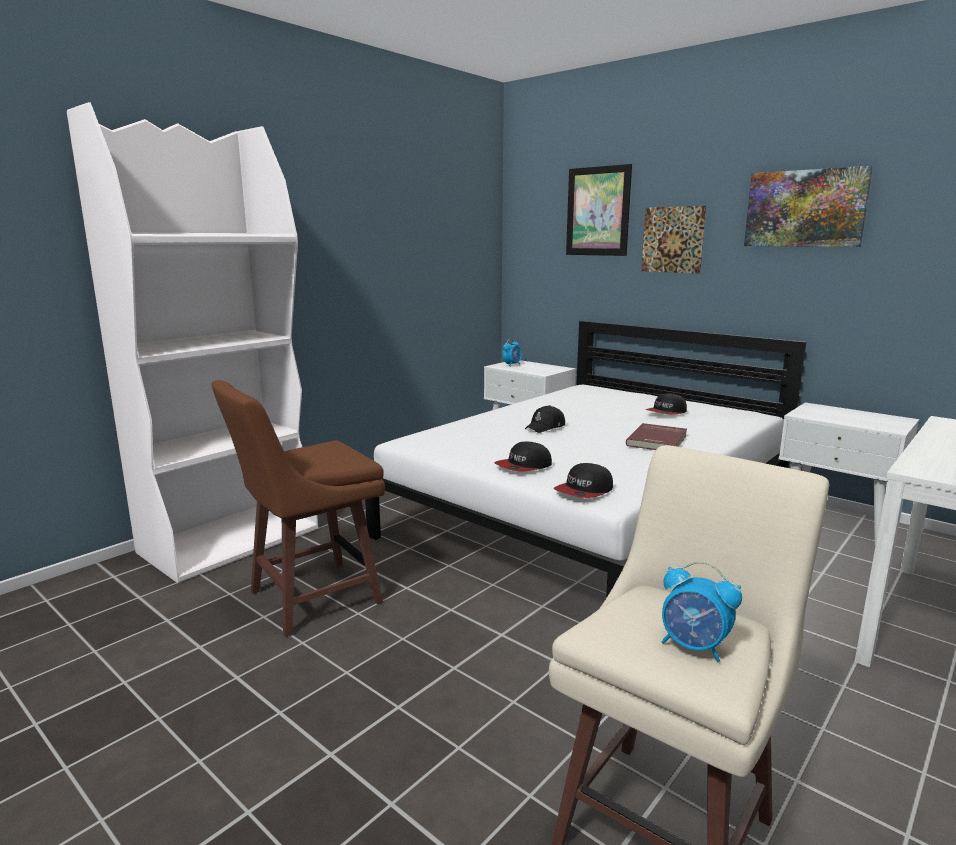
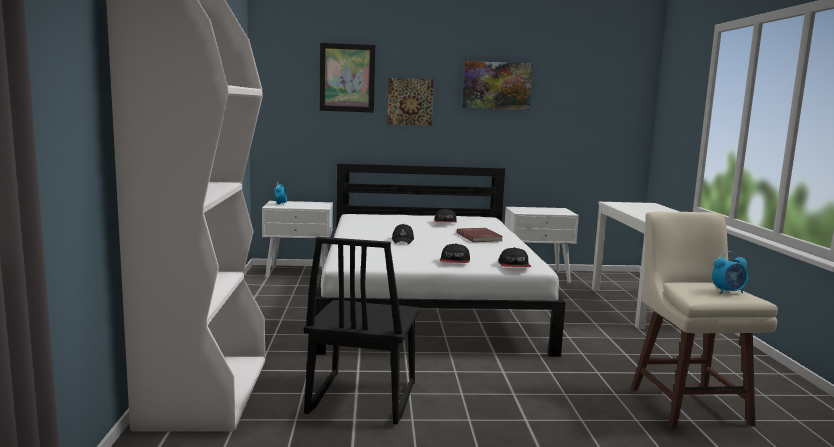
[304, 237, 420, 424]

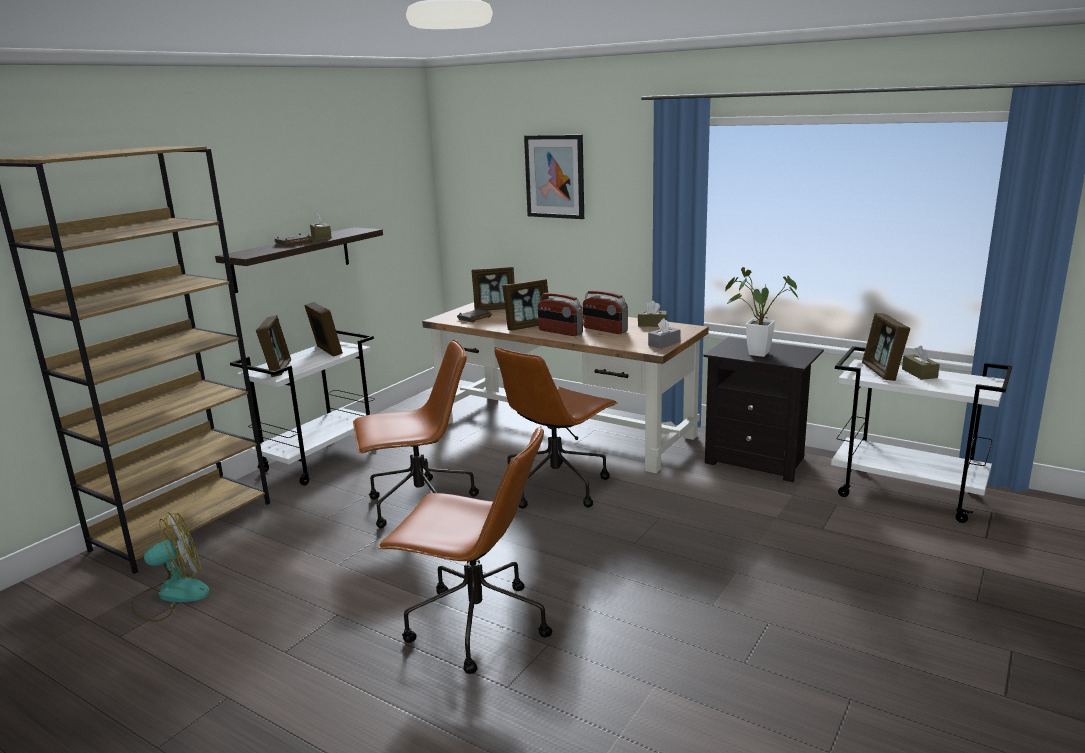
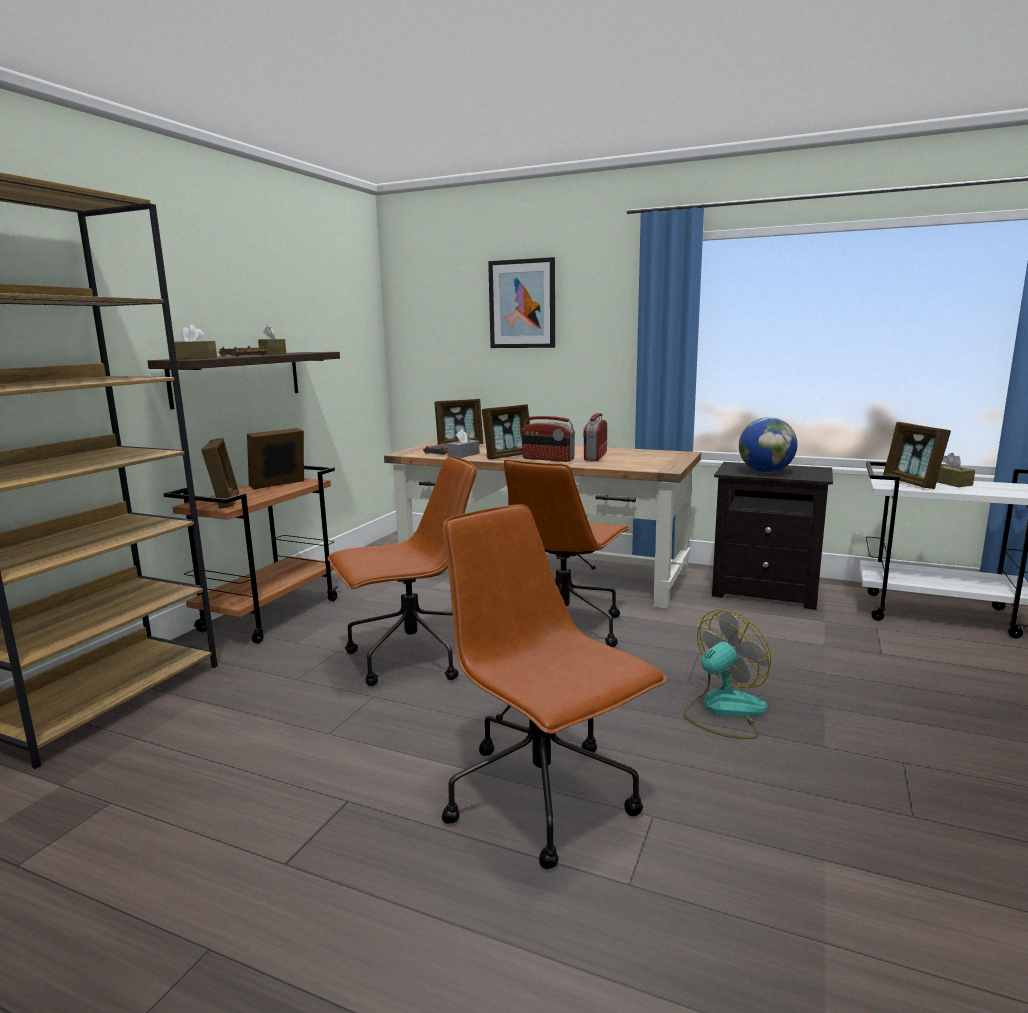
[683, 610, 771, 739]
[163, 465, 338, 643]
[247, 428, 304, 489]
[442, 504, 667, 869]
[583, 413, 607, 461]
[174, 325, 217, 359]
[447, 429, 480, 458]
[739, 417, 798, 473]

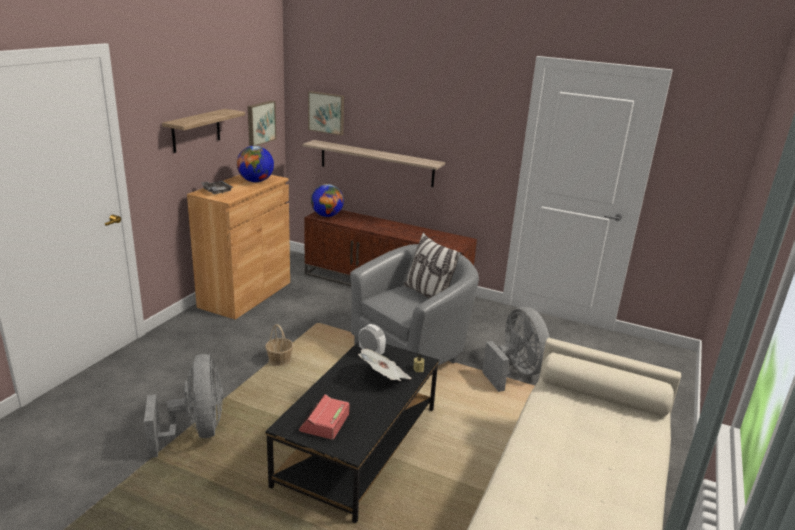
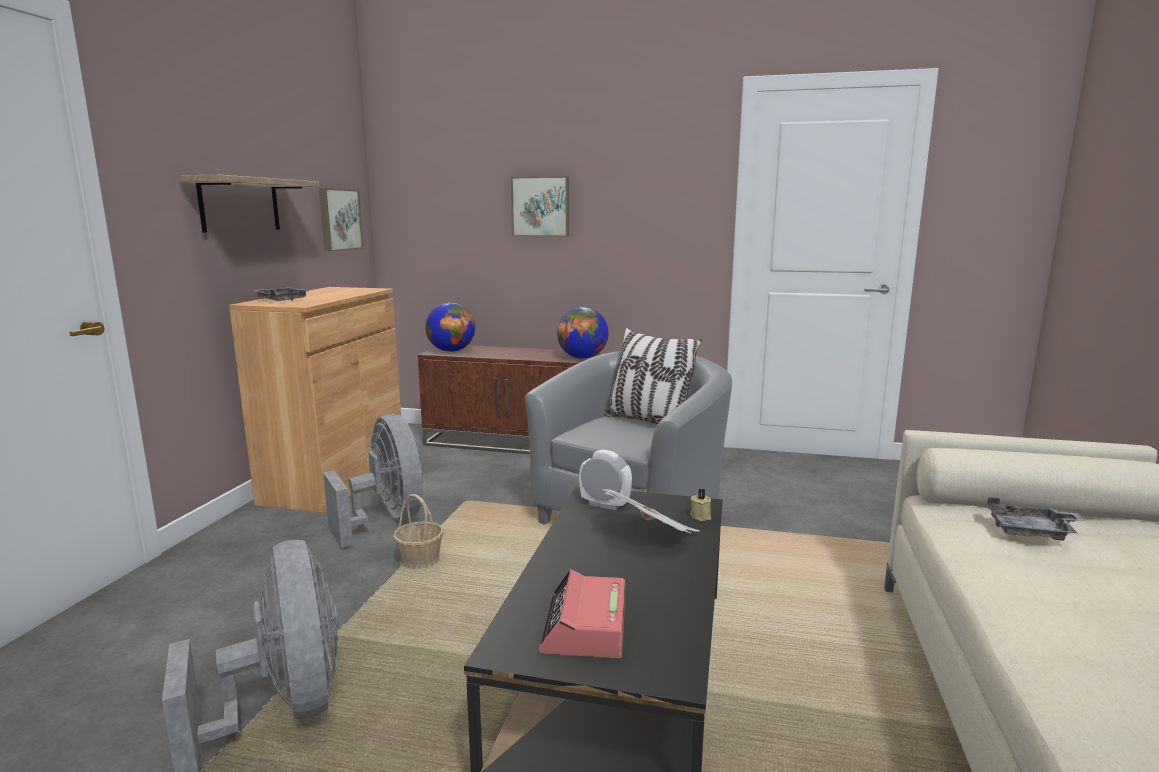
[557, 307, 608, 359]
[303, 140, 445, 187] (first image)
[511, 176, 569, 237]
[323, 414, 424, 548]
[987, 497, 1085, 541]

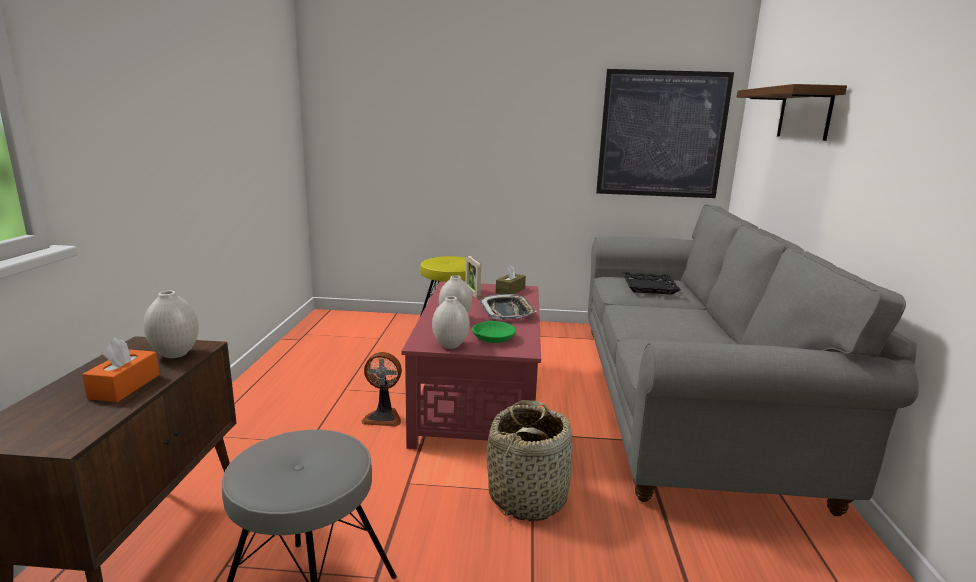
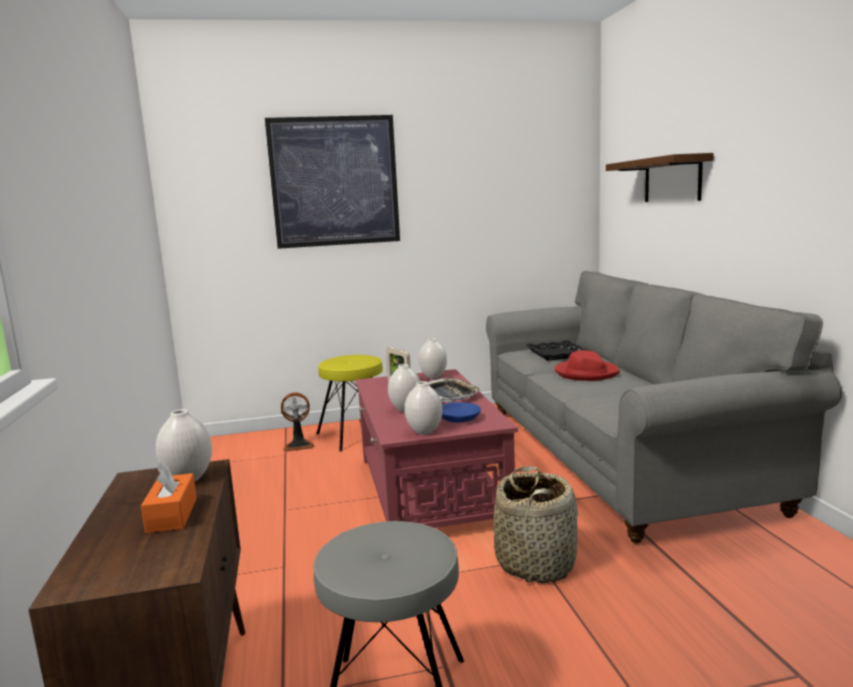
[281, 392, 315, 452]
[441, 402, 481, 423]
[419, 338, 447, 379]
[265, 115, 400, 249]
[554, 350, 620, 381]

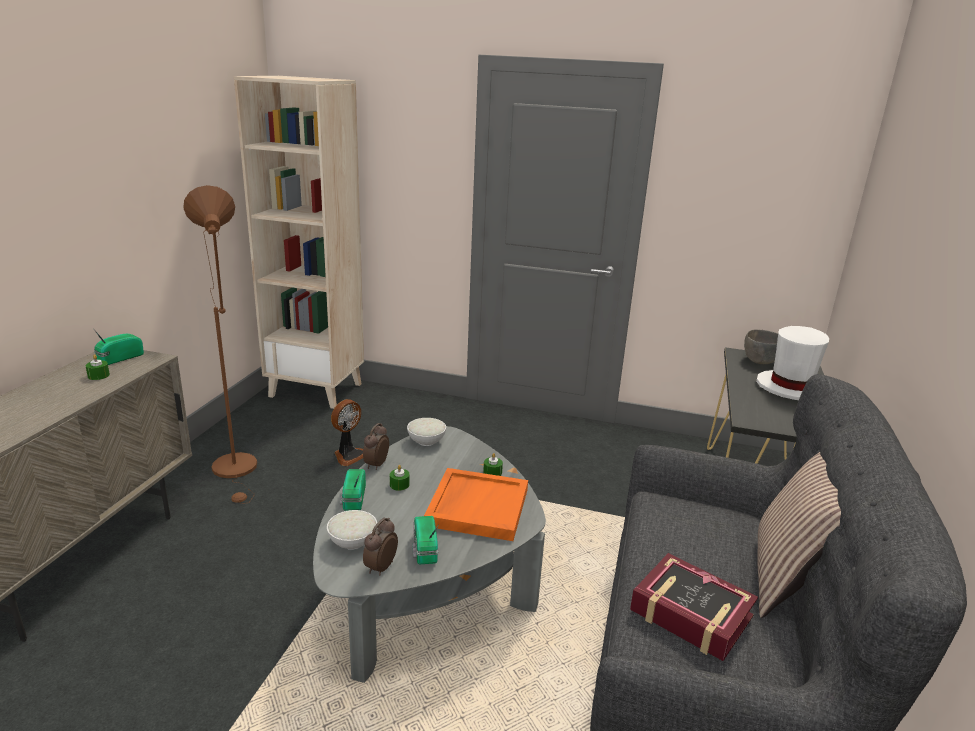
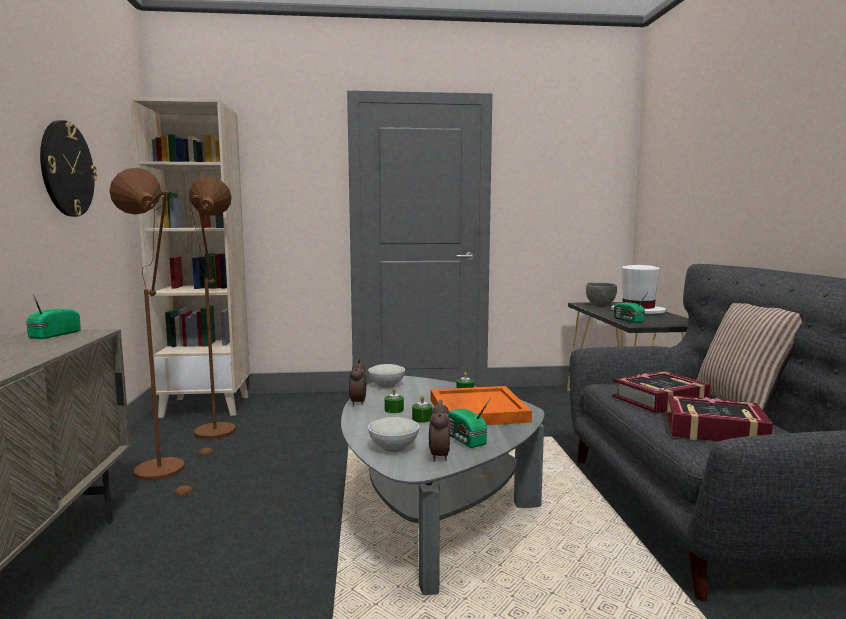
[412, 396, 432, 423]
[331, 399, 363, 466] (first image)
[613, 291, 649, 323]
[40, 120, 97, 217]
[189, 176, 236, 457]
[612, 371, 711, 414]

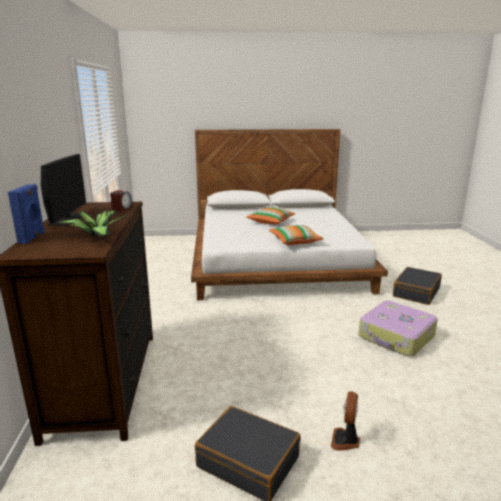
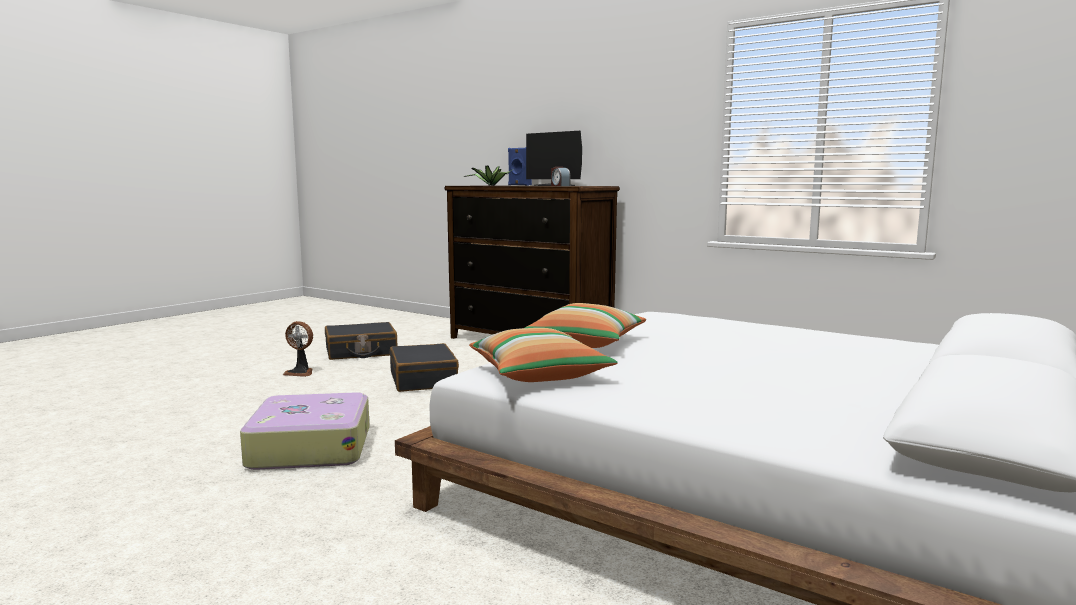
[469, 328, 618, 382]
[283, 321, 313, 377]
[390, 343, 459, 392]

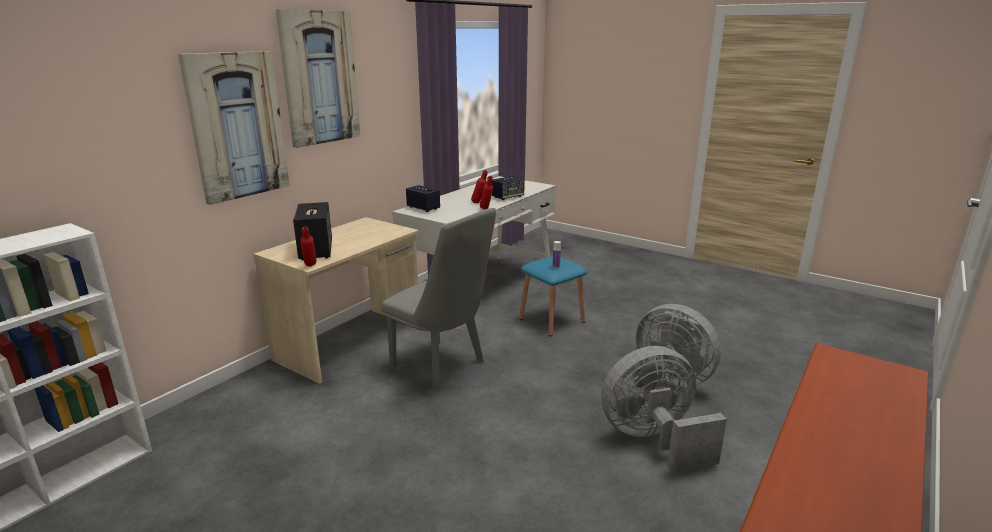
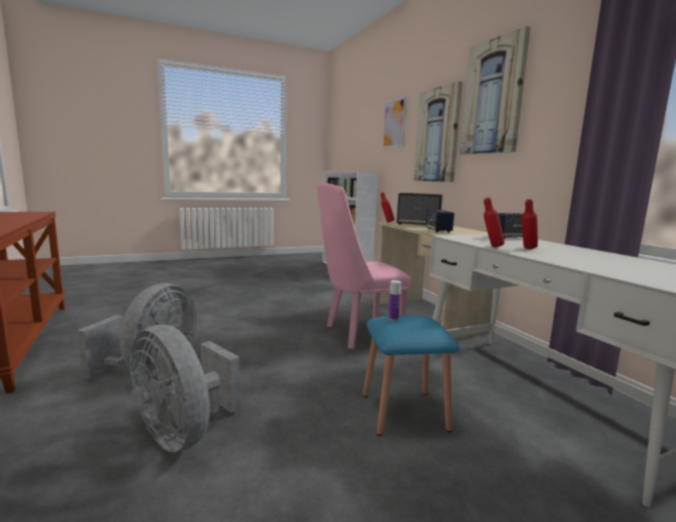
[317, 182, 411, 349]
[426, 210, 454, 232]
[129, 325, 240, 452]
[382, 96, 406, 149]

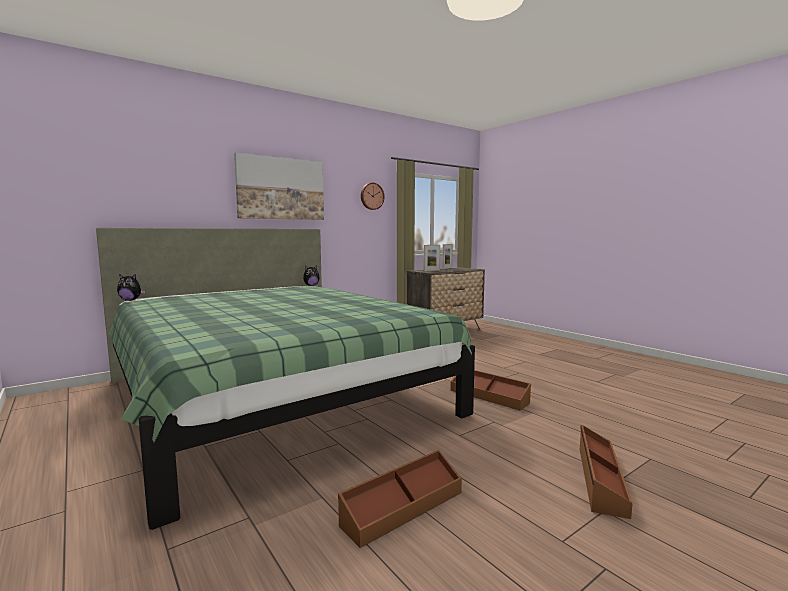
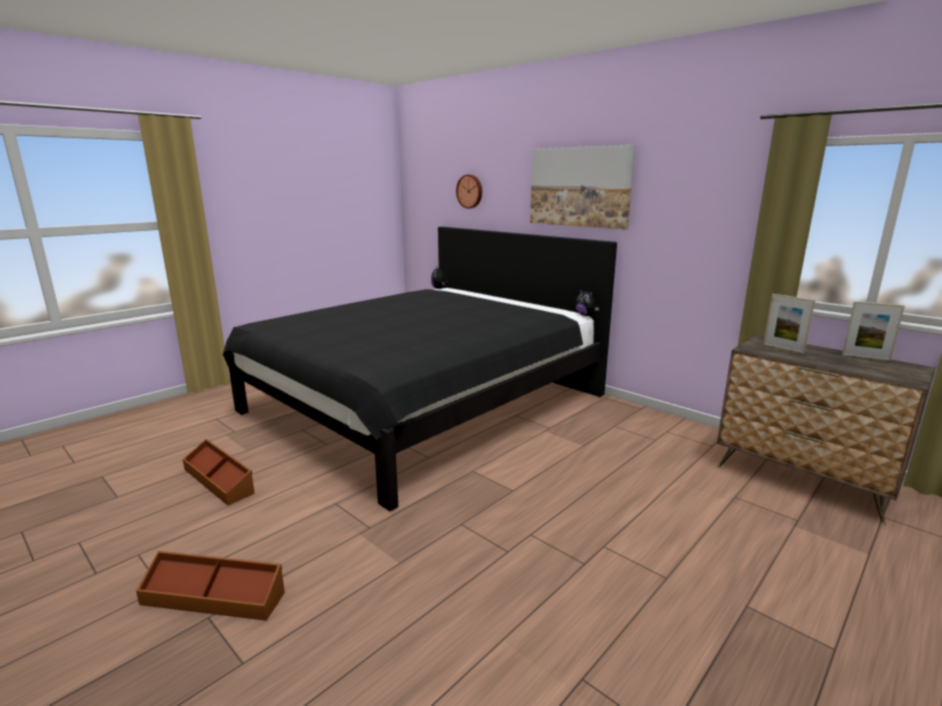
[223, 227, 617, 511]
[456, 174, 482, 209]
[451, 370, 531, 410] (first image)

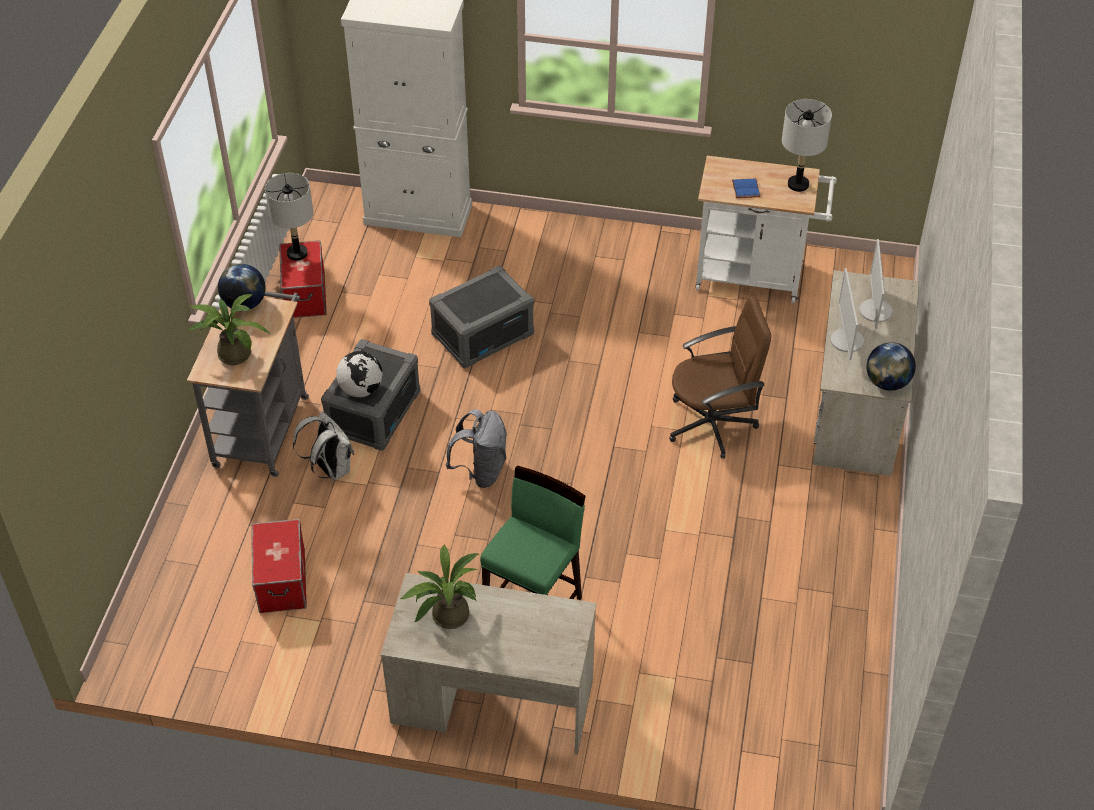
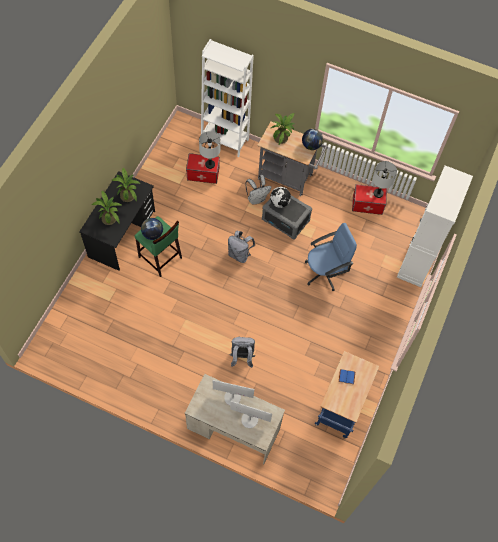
[79, 171, 155, 271]
[305, 223, 357, 291]
[229, 337, 255, 368]
[315, 351, 379, 439]
[199, 131, 220, 169]
[141, 218, 163, 240]
[92, 190, 121, 225]
[201, 39, 254, 157]

